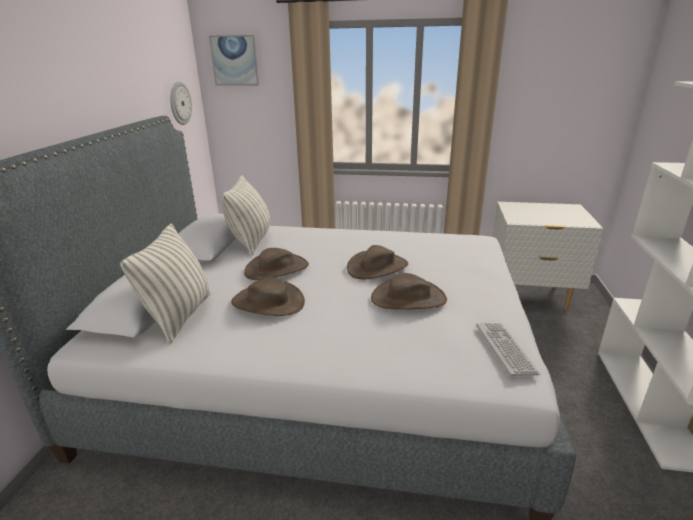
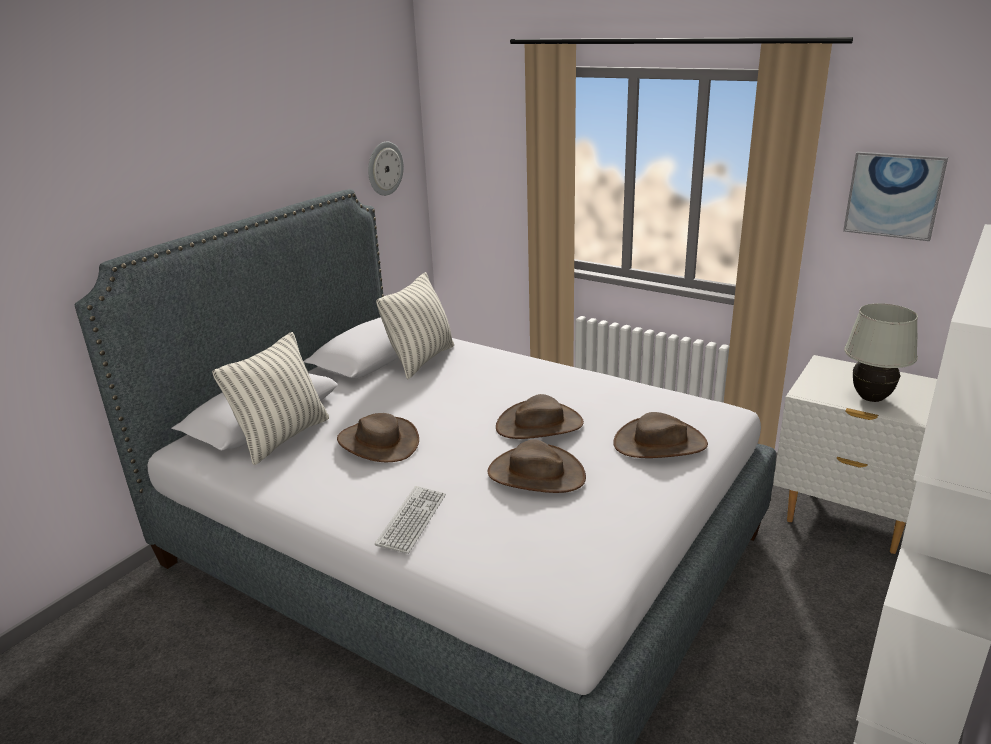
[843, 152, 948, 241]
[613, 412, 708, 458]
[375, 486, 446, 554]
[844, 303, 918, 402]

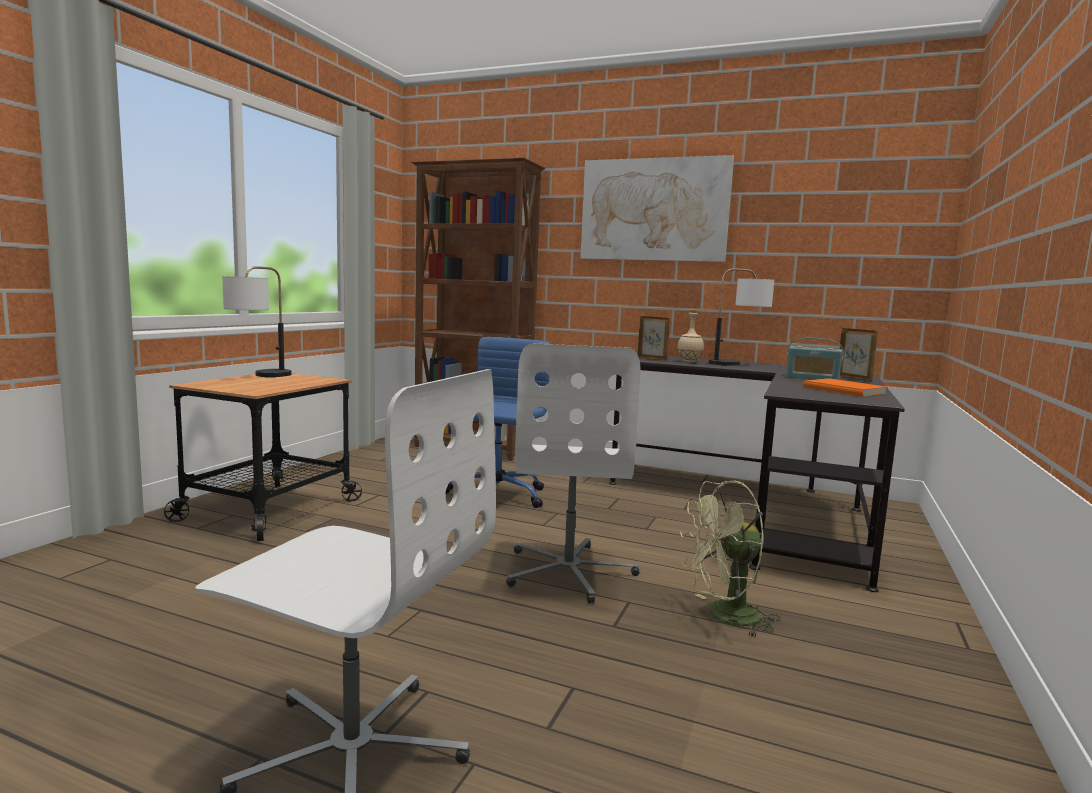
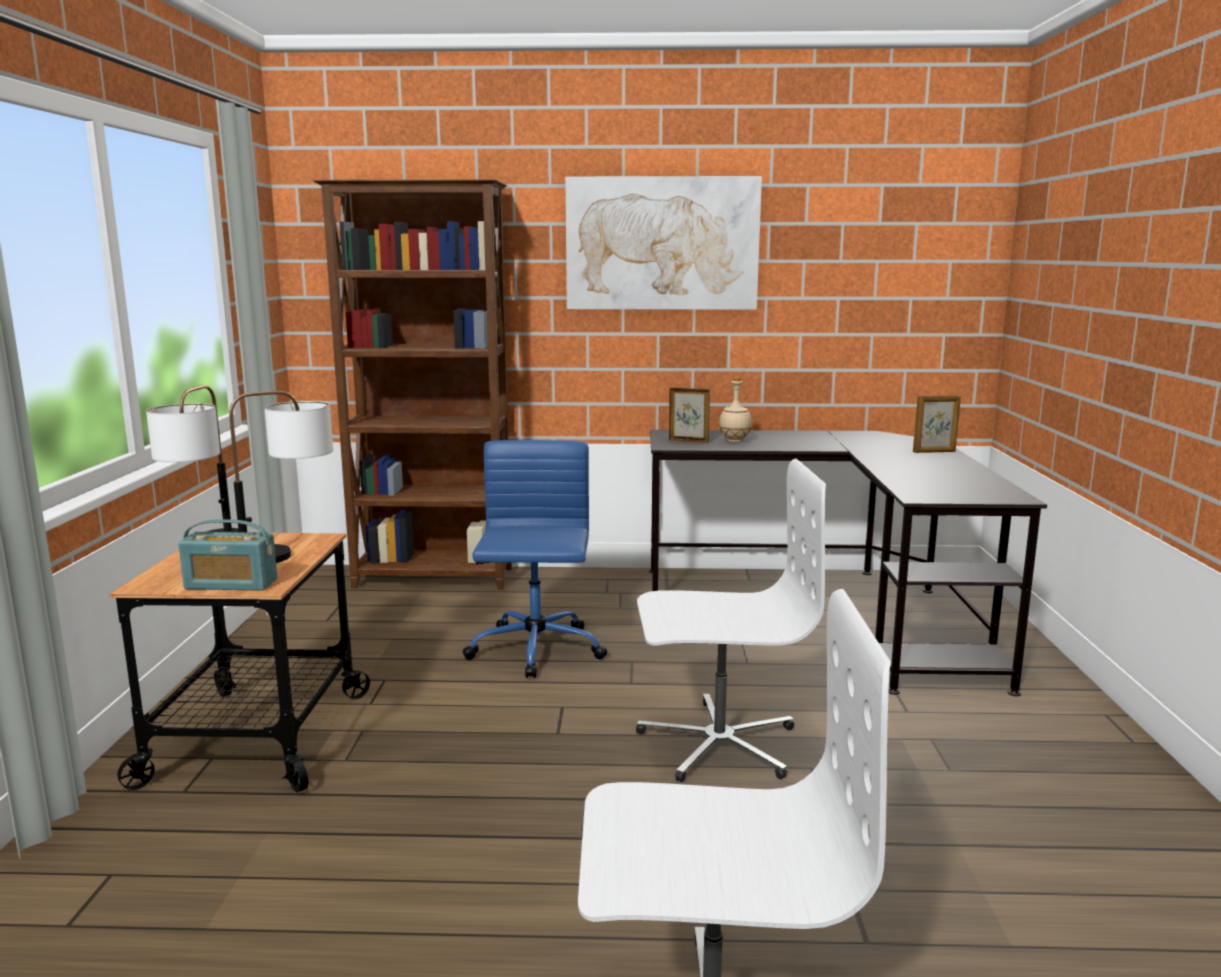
[636, 459, 826, 782]
[680, 480, 780, 638] (first image)
[229, 391, 333, 563]
[178, 519, 277, 591]
[803, 378, 888, 397] (first image)
[913, 395, 961, 453]

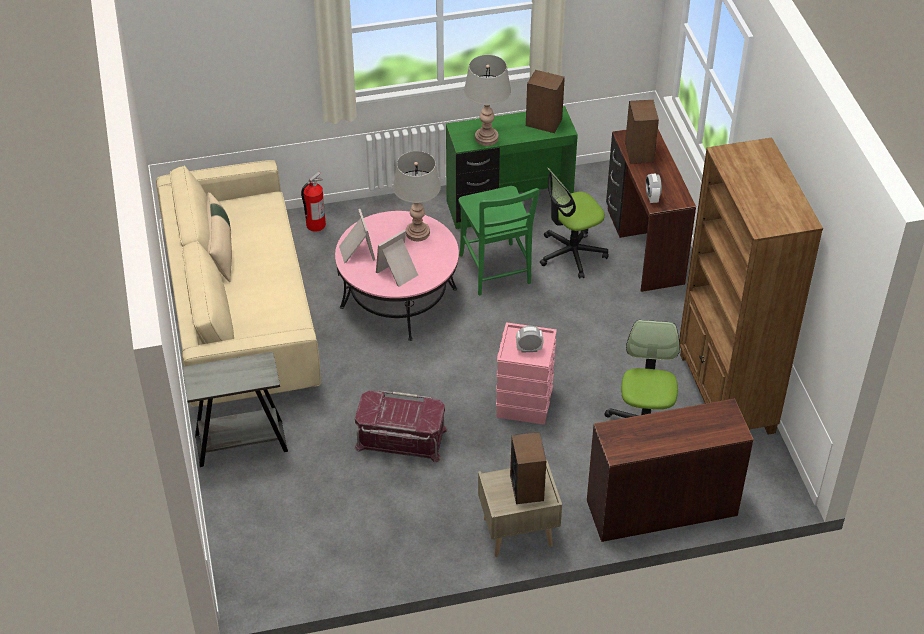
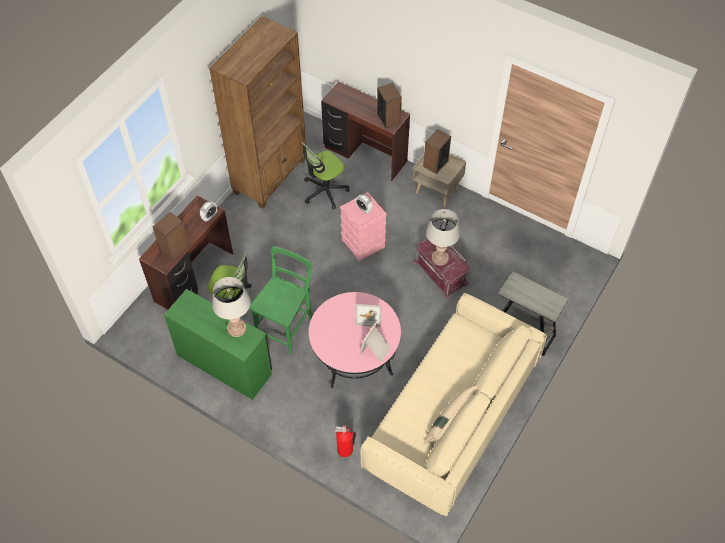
[426, 209, 460, 266]
[377, 83, 402, 129]

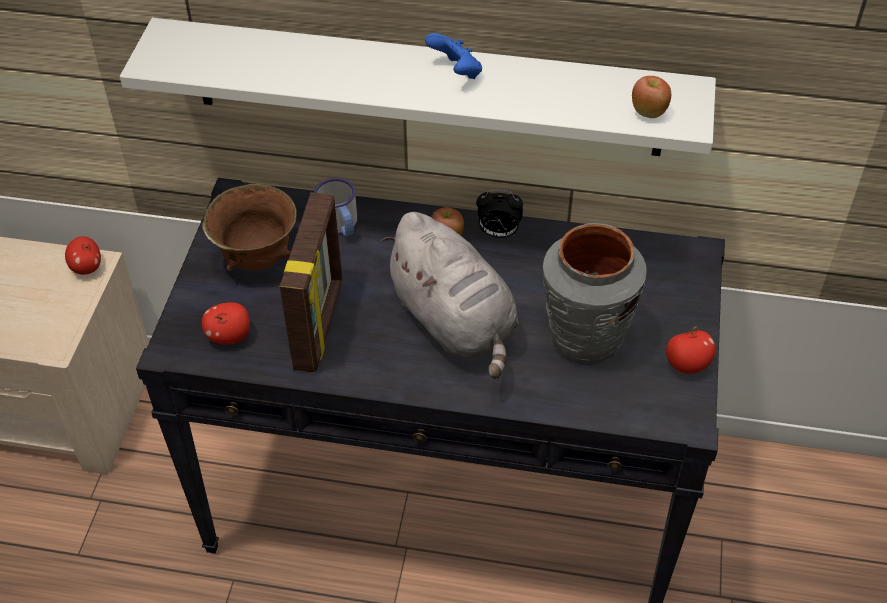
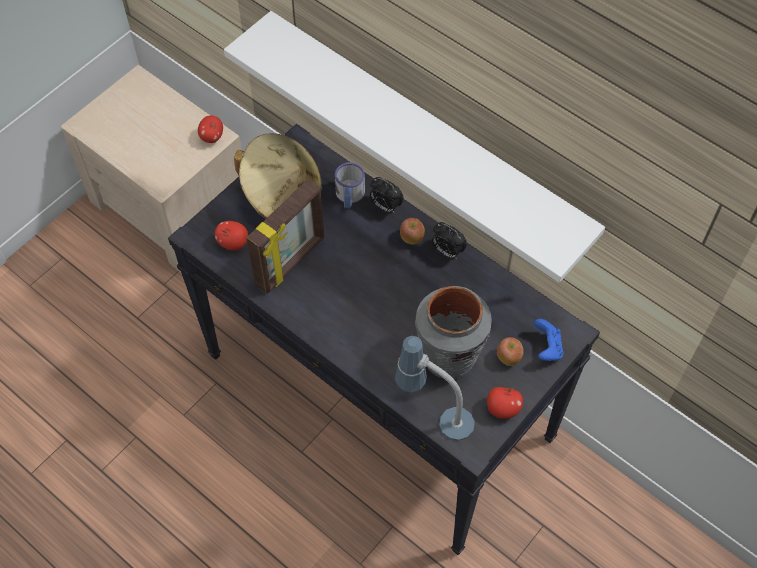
[234, 133, 322, 219]
[381, 212, 519, 379] (first image)
[534, 319, 563, 361]
[497, 337, 524, 366]
[370, 177, 404, 214]
[395, 336, 475, 441]

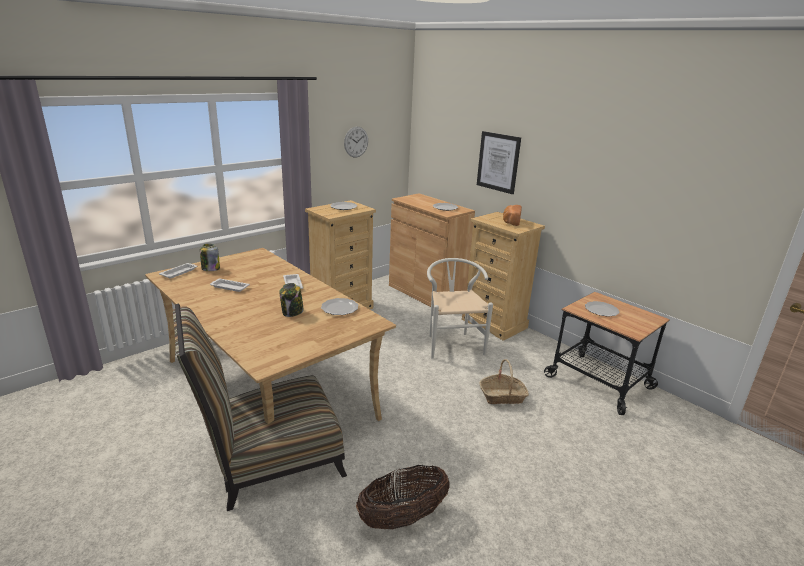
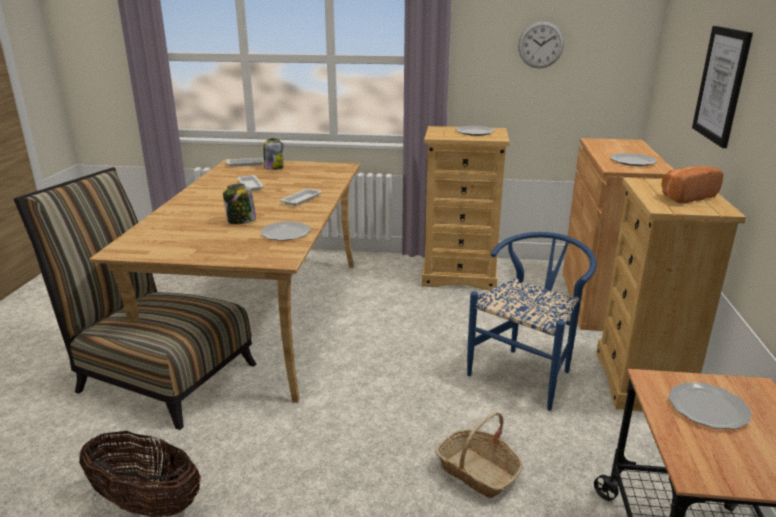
[467, 232, 596, 411]

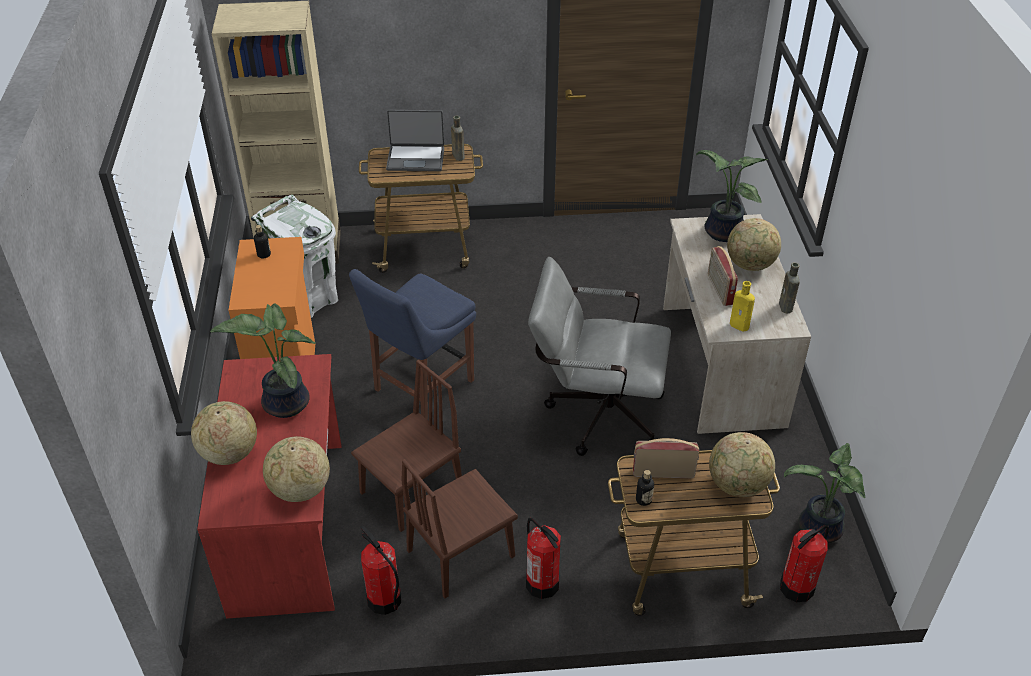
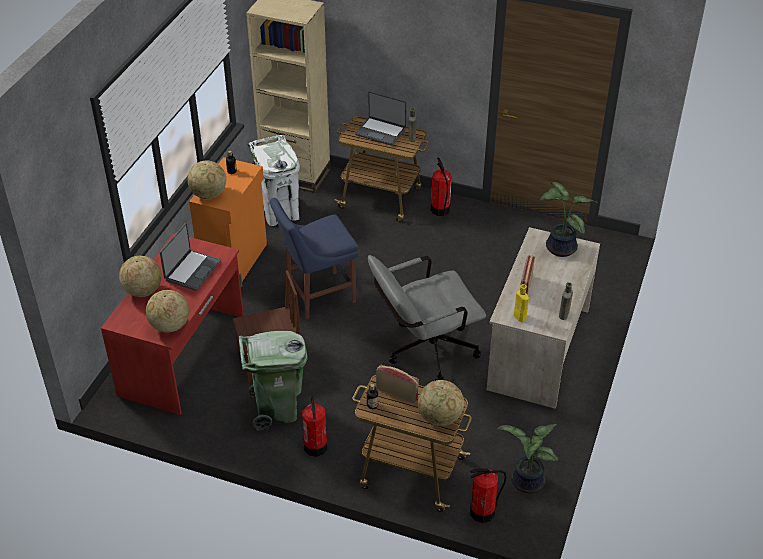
[160, 223, 221, 291]
[431, 158, 452, 216]
[239, 331, 307, 431]
[368, 255, 486, 381]
[187, 161, 226, 199]

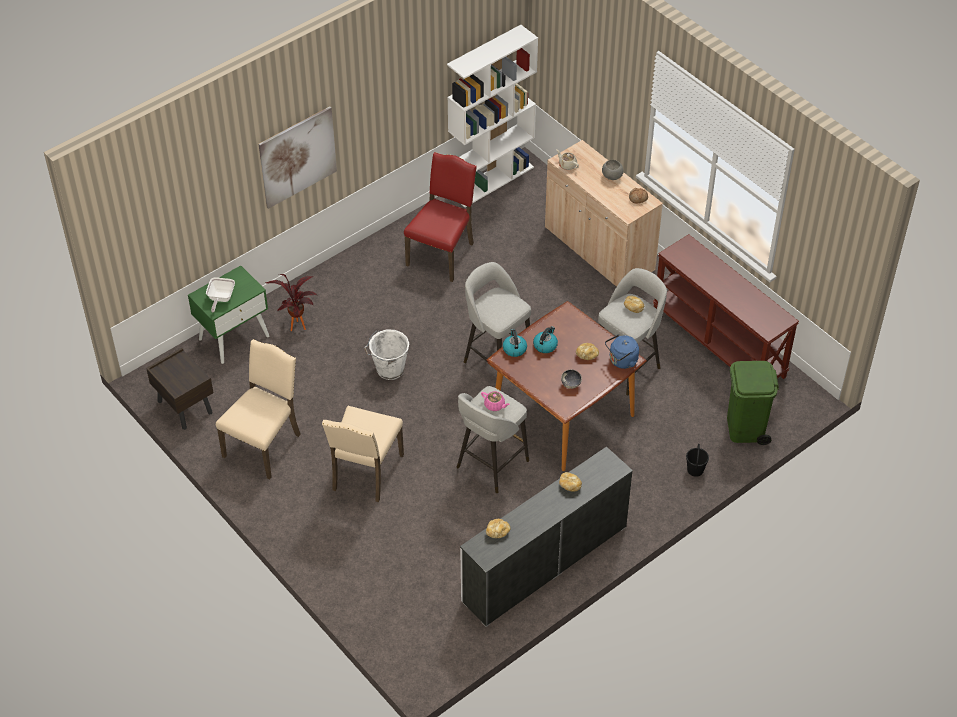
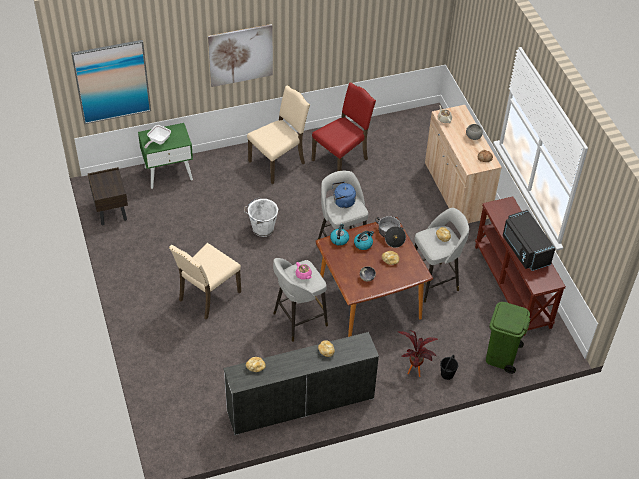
[247, 85, 310, 184]
[397, 330, 439, 377]
[447, 25, 538, 207] (first image)
[332, 181, 356, 208]
[71, 40, 151, 124]
[375, 216, 406, 248]
[503, 210, 555, 271]

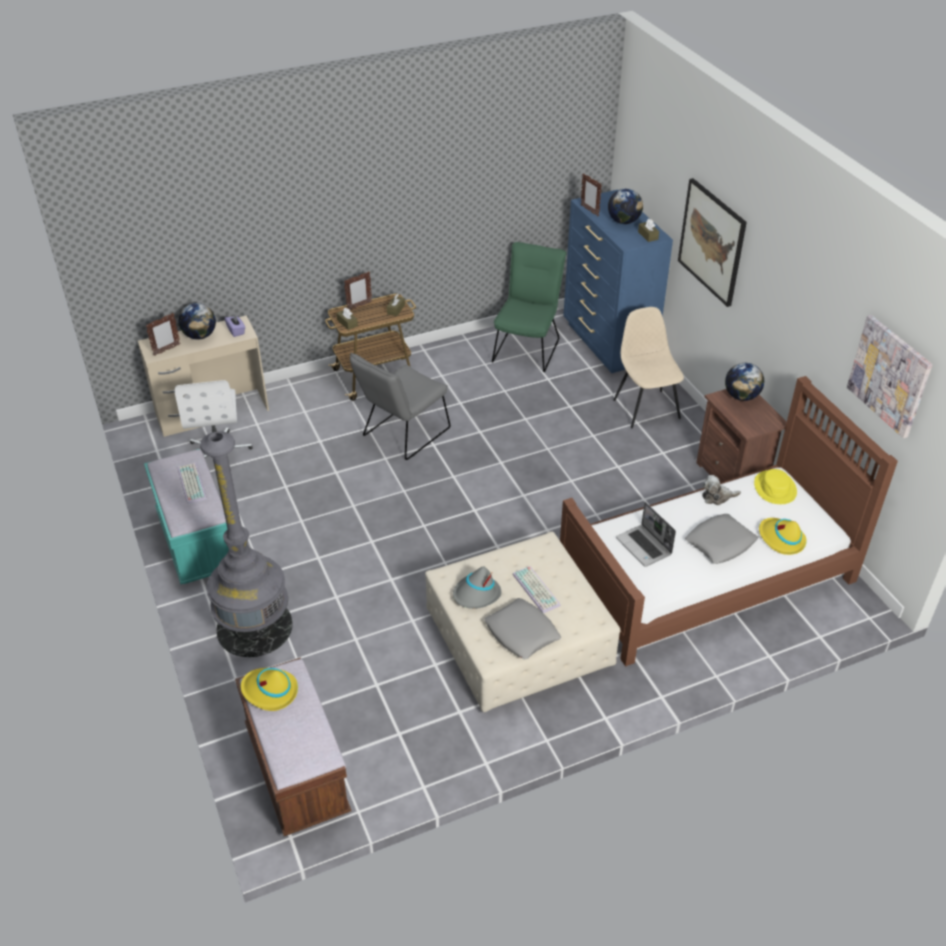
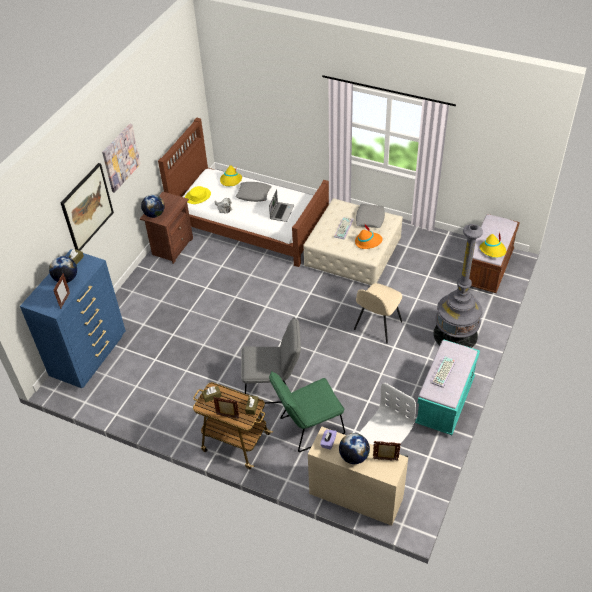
[355, 225, 383, 249]
[269, 371, 345, 452]
[354, 283, 402, 344]
[102, 124, 141, 193]

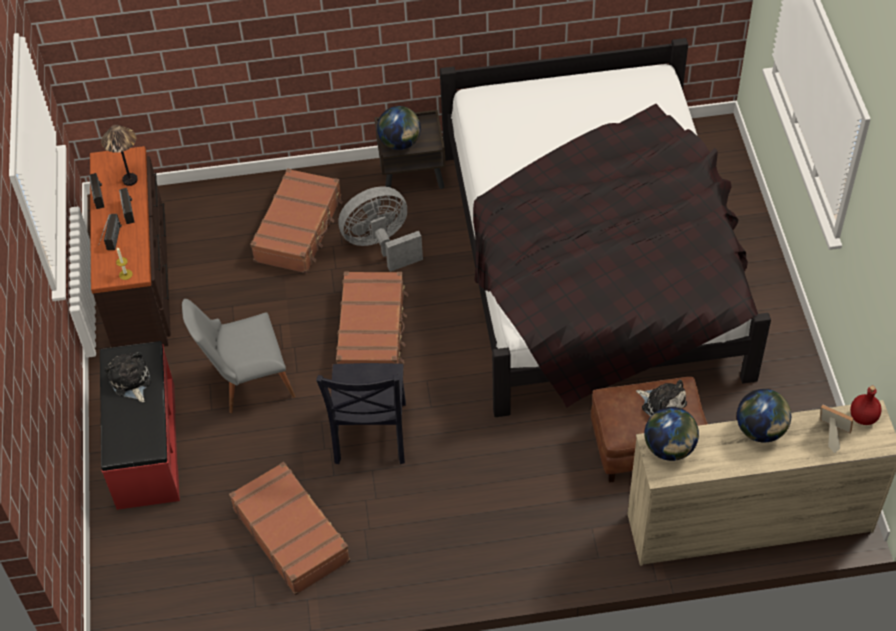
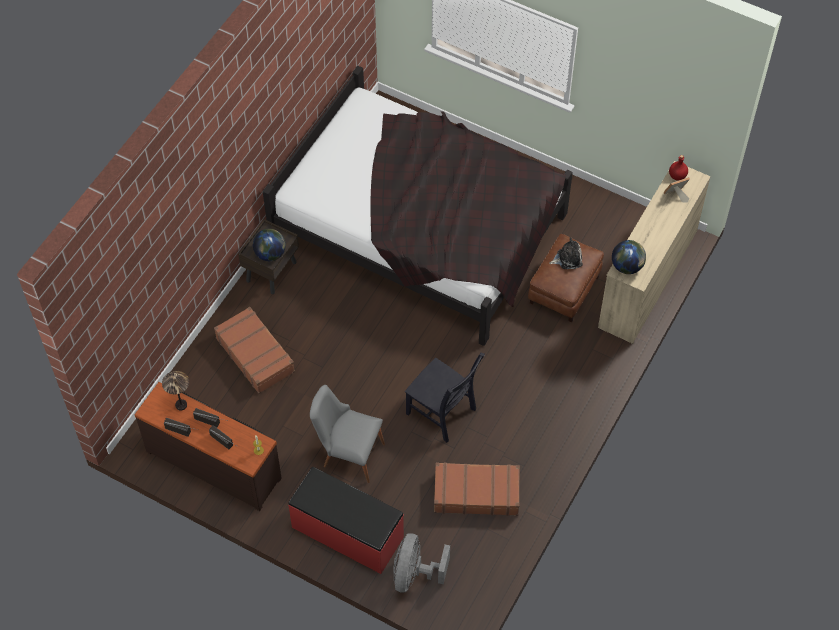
[105, 351, 151, 402] (first image)
[310, 385, 385, 483]
[336, 271, 408, 364] (first image)
[393, 533, 450, 593]
[737, 389, 791, 443] (first image)

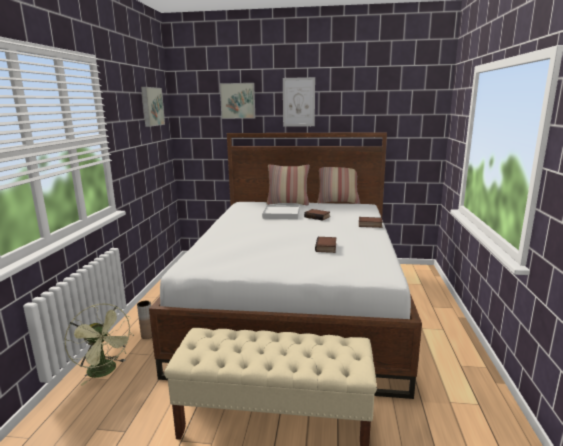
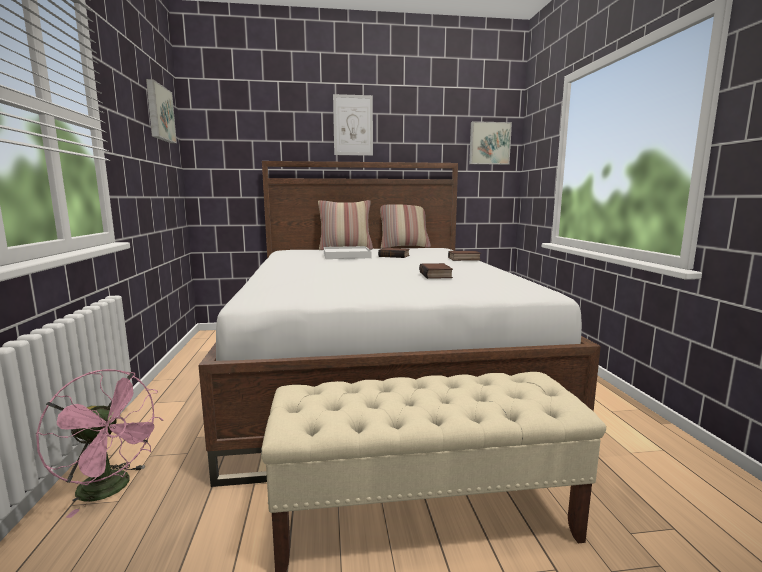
[36, 369, 163, 518]
[137, 301, 152, 339] (first image)
[469, 121, 512, 165]

